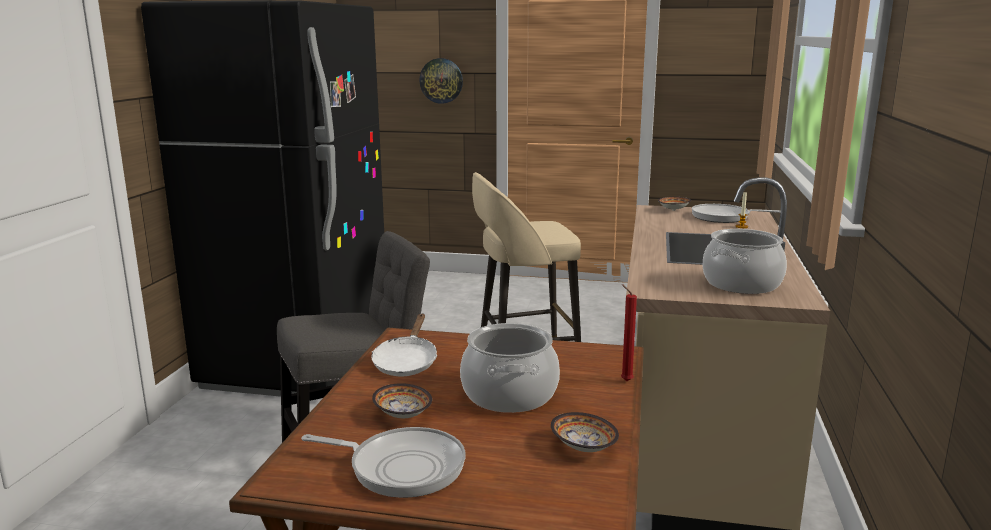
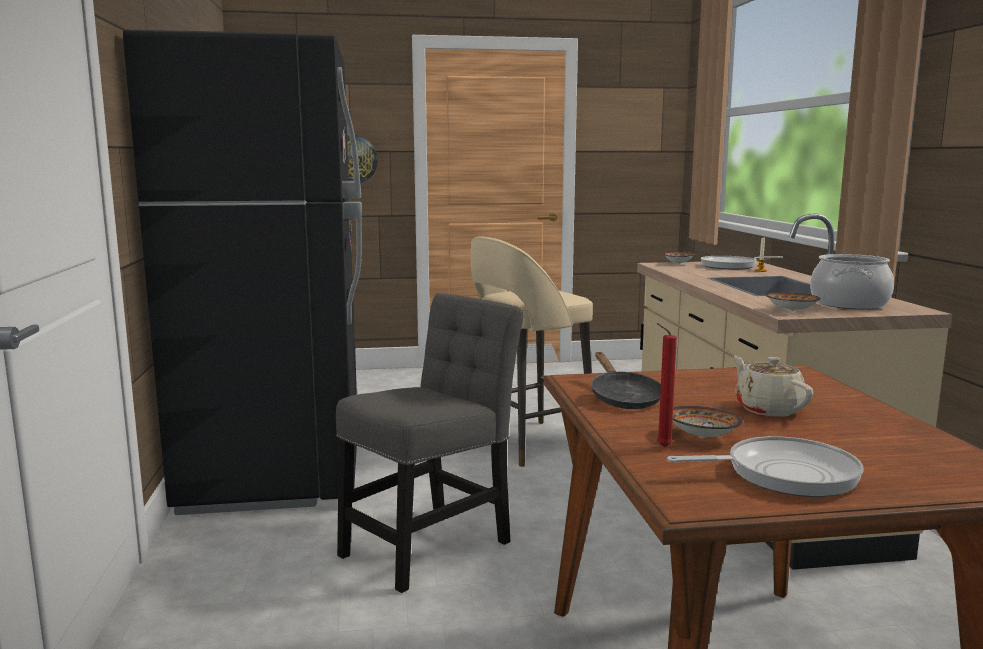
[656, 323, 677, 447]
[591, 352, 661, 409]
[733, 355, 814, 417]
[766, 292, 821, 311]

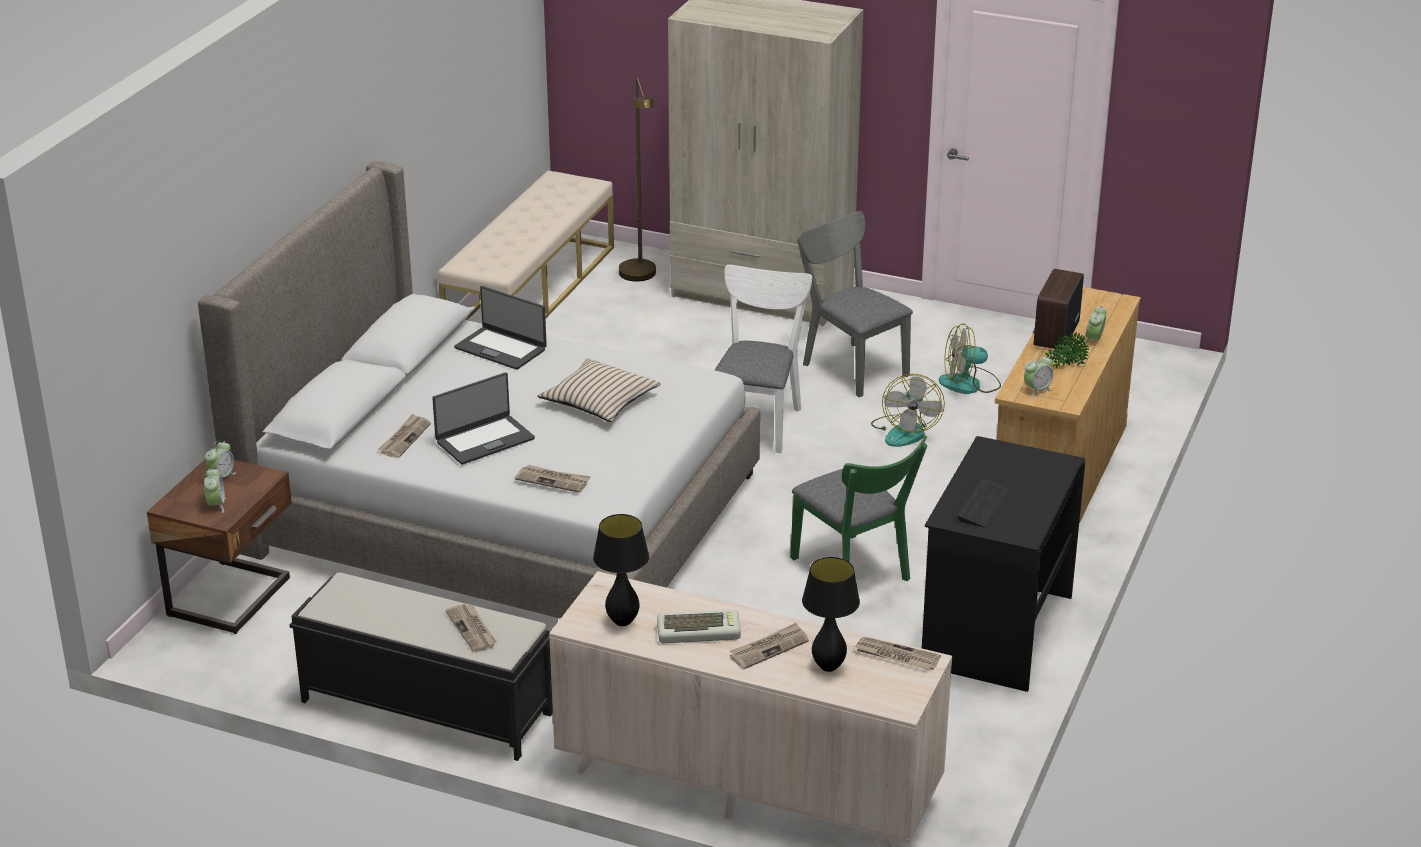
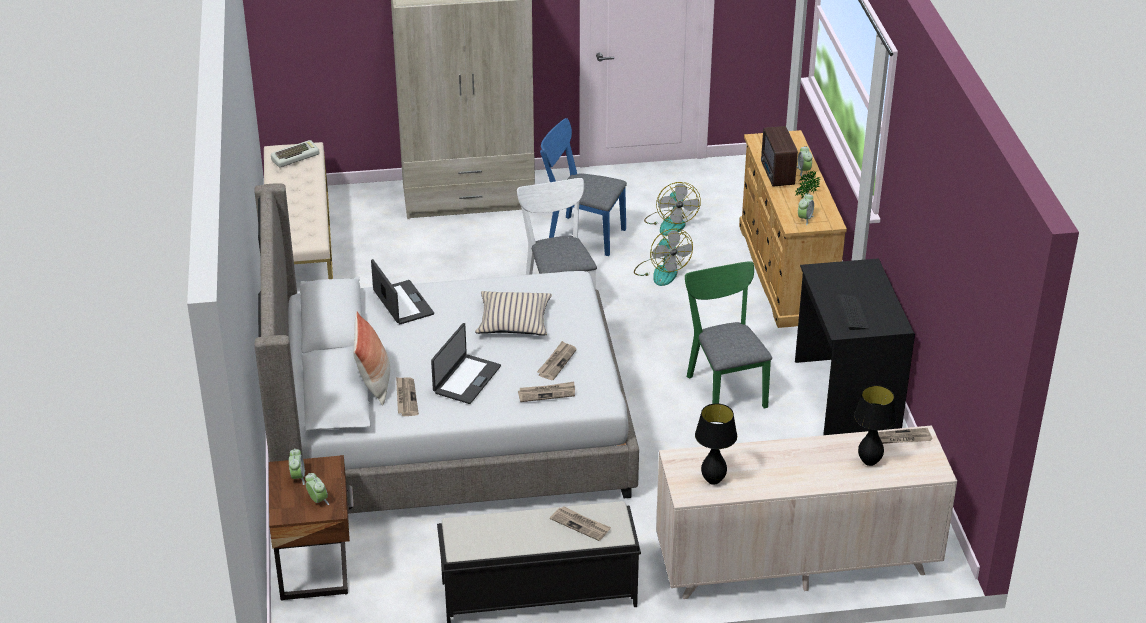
[619, 78, 656, 282] (first image)
[540, 118, 627, 256]
[371, 259, 434, 324]
[644, 182, 701, 236]
[685, 261, 772, 409]
[271, 140, 319, 167]
[537, 341, 577, 380]
[353, 311, 390, 405]

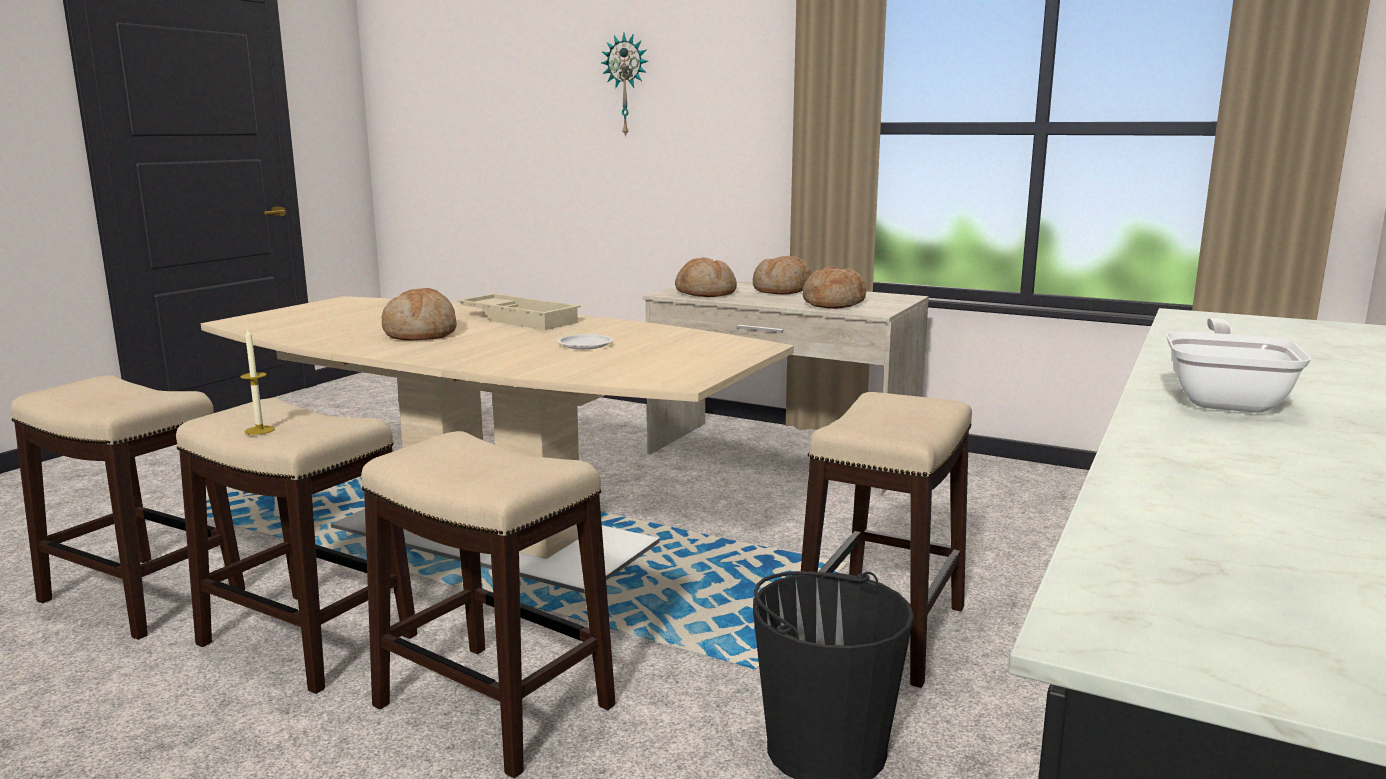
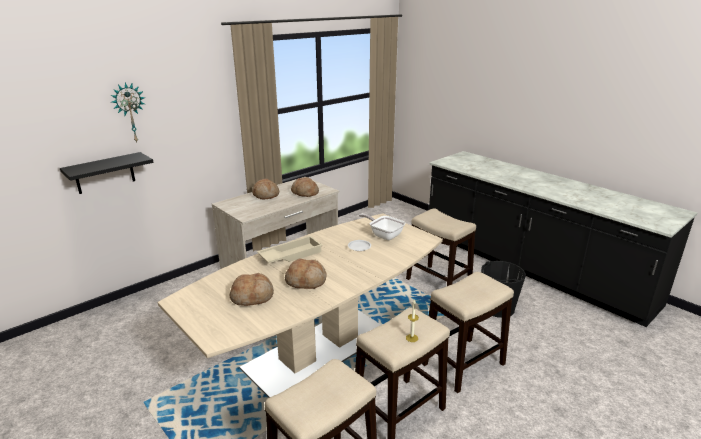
[230, 273, 274, 306]
[359, 213, 405, 240]
[60, 152, 153, 194]

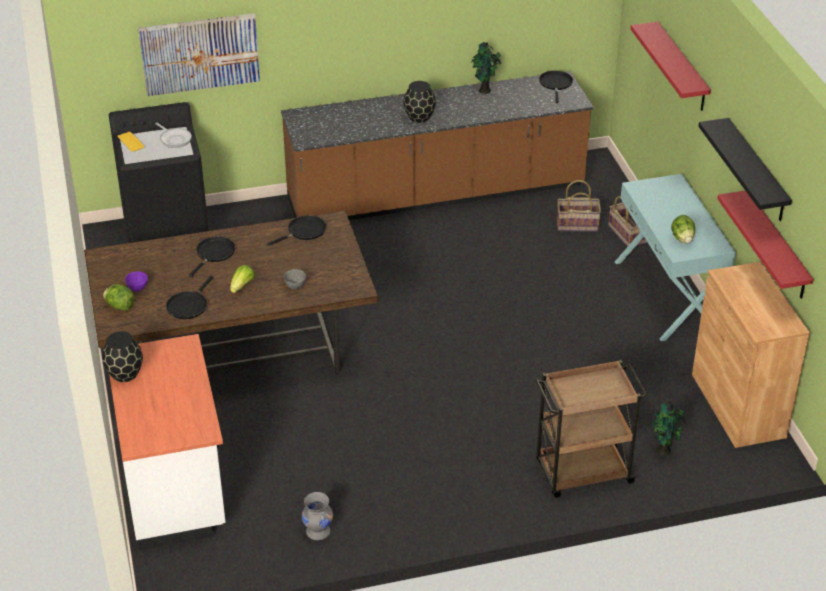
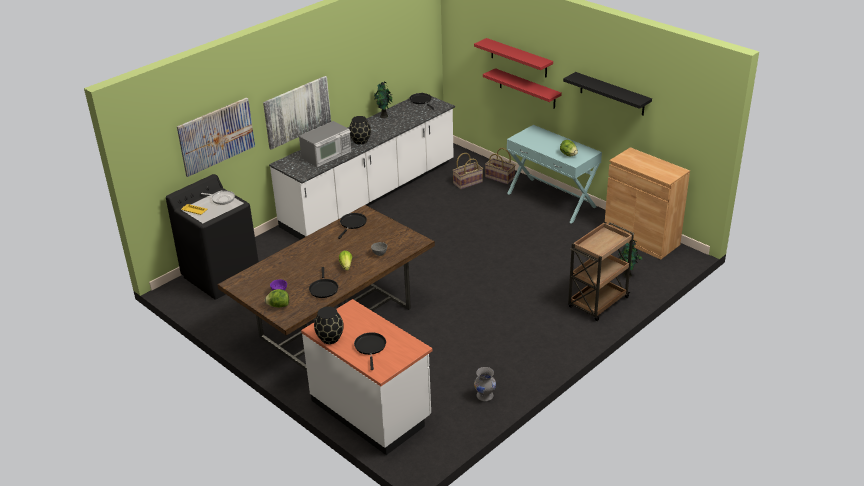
[269, 92, 455, 240]
[483, 68, 562, 109]
[354, 332, 386, 370]
[263, 76, 331, 150]
[299, 121, 351, 167]

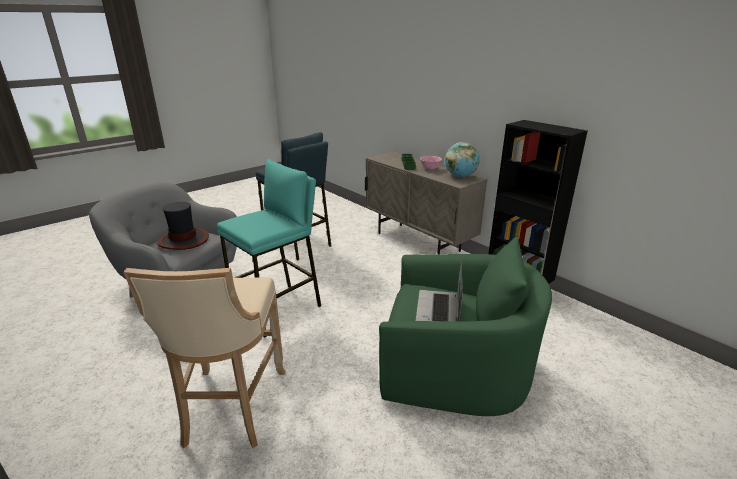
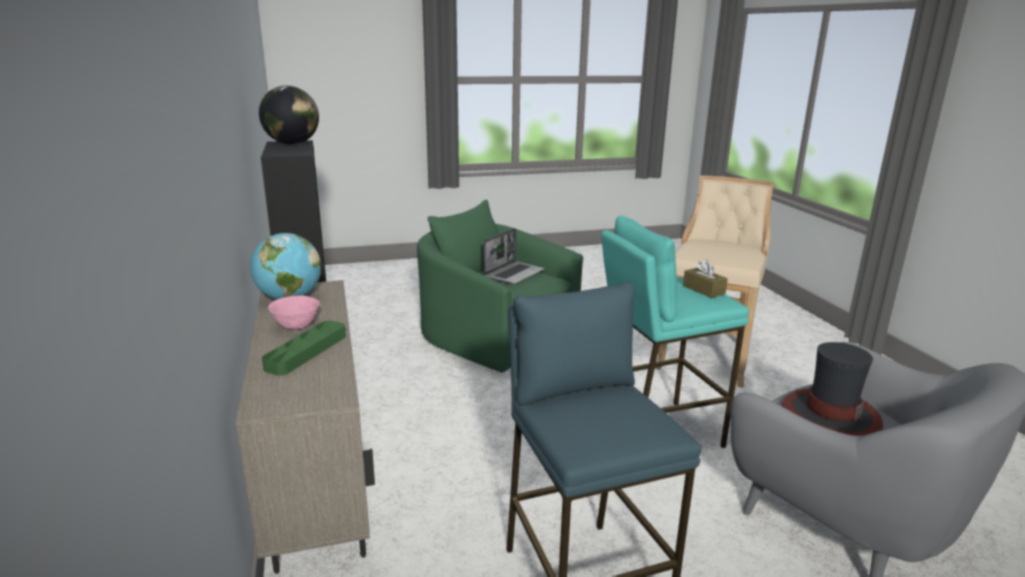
[259, 86, 319, 145]
[683, 259, 728, 298]

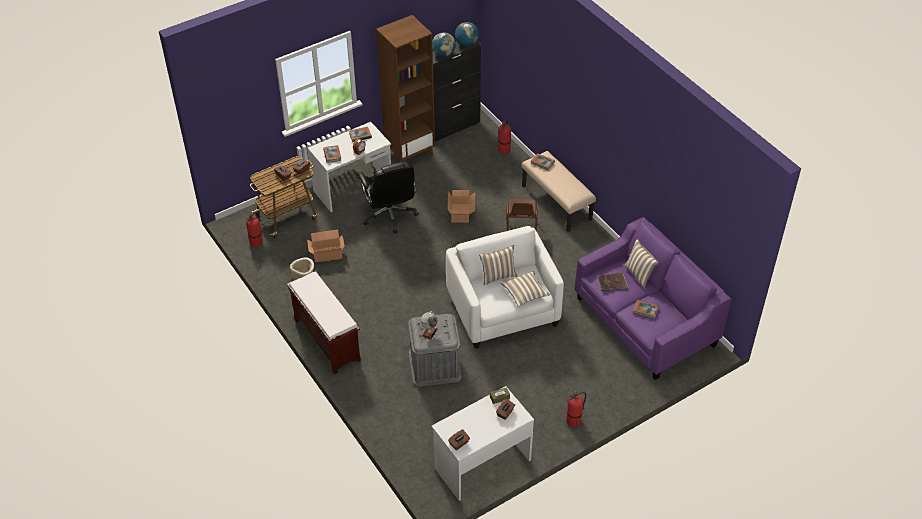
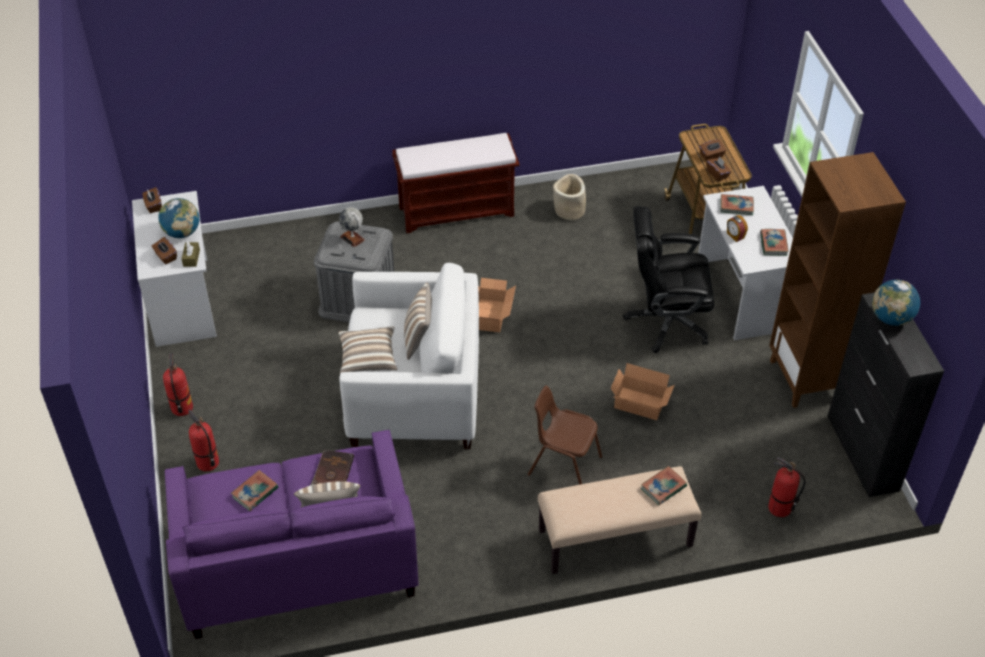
[158, 198, 199, 238]
[188, 410, 219, 471]
[478, 278, 516, 332]

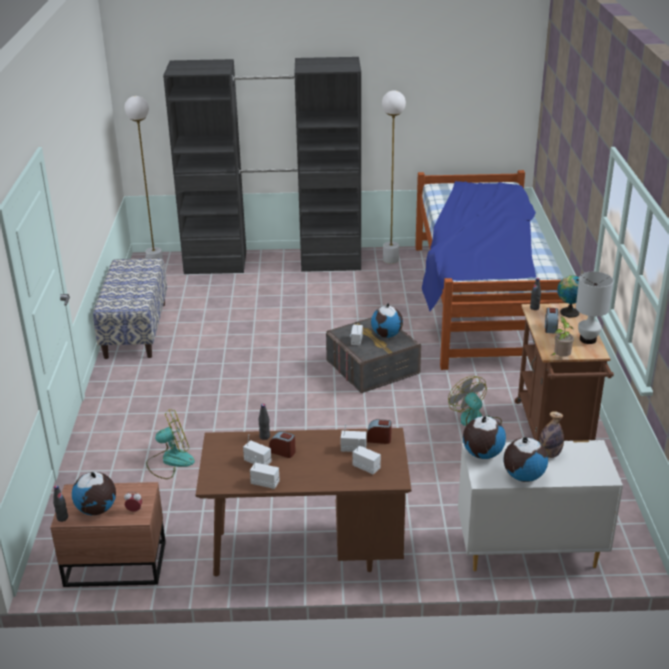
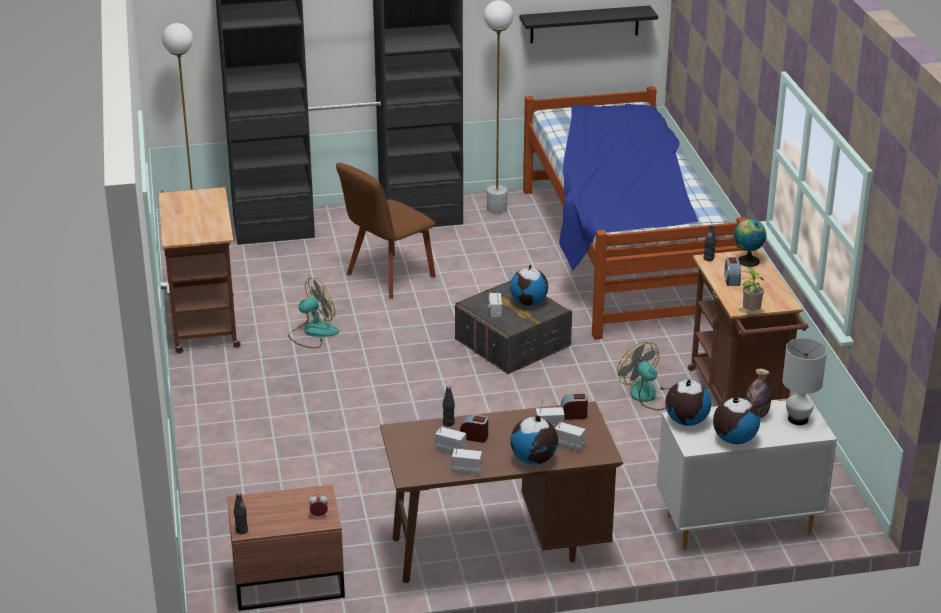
[158, 185, 241, 354]
[782, 338, 827, 425]
[288, 277, 339, 348]
[511, 415, 558, 464]
[520, 6, 658, 43]
[336, 163, 436, 299]

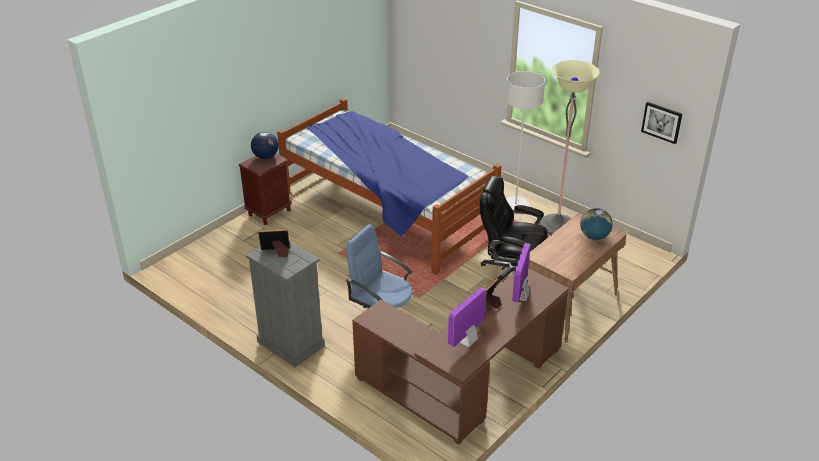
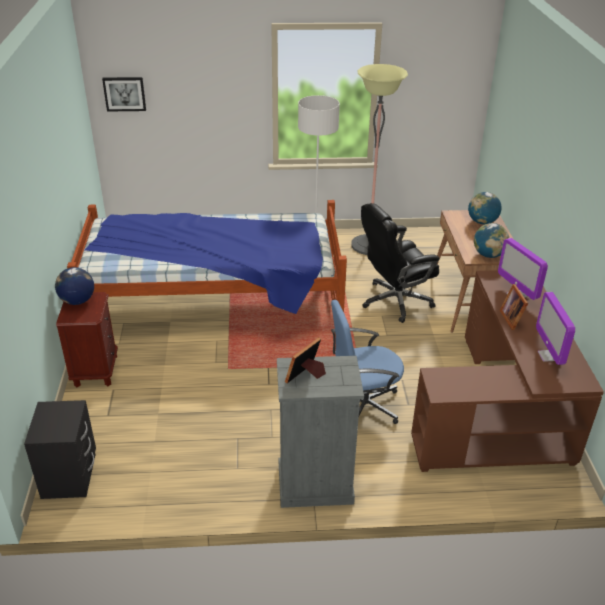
[102, 77, 146, 112]
[474, 223, 509, 258]
[24, 400, 96, 499]

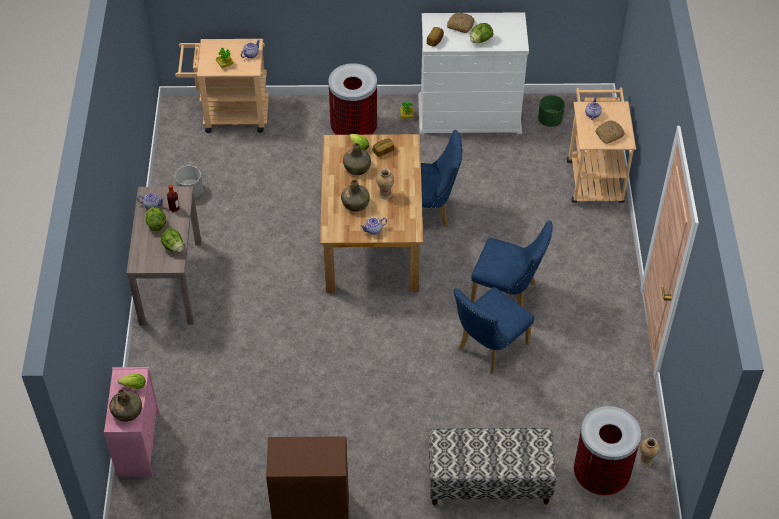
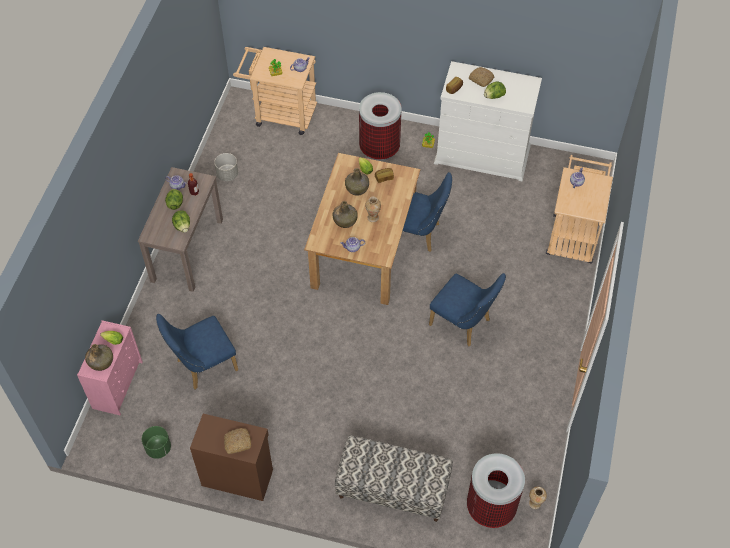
[142, 426, 171, 459]
[224, 428, 251, 454]
[156, 314, 238, 390]

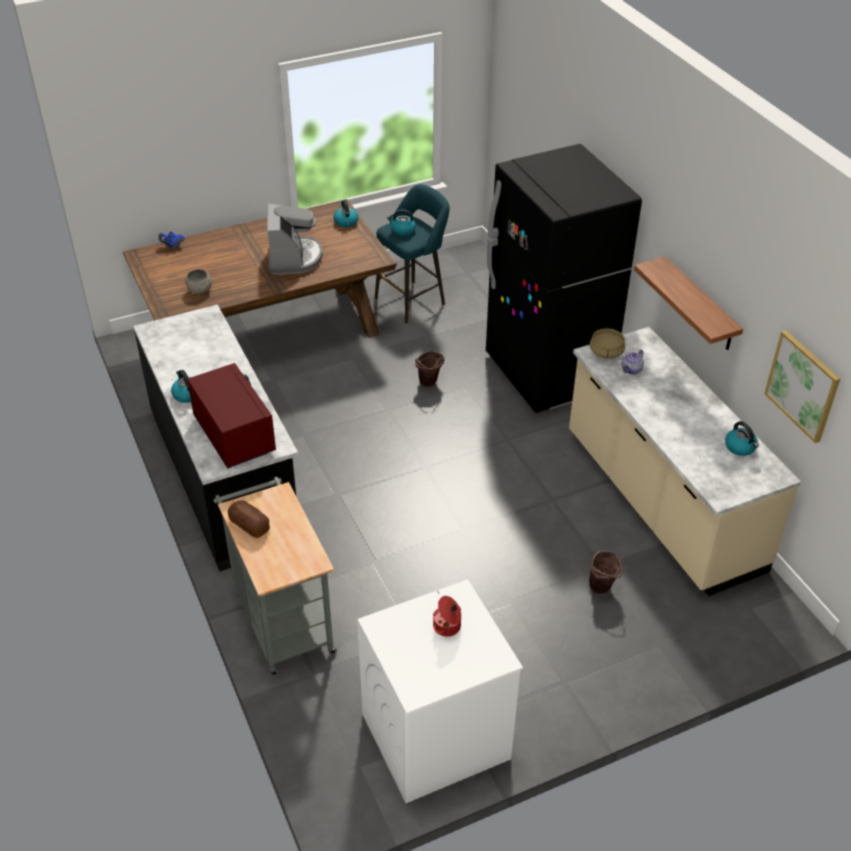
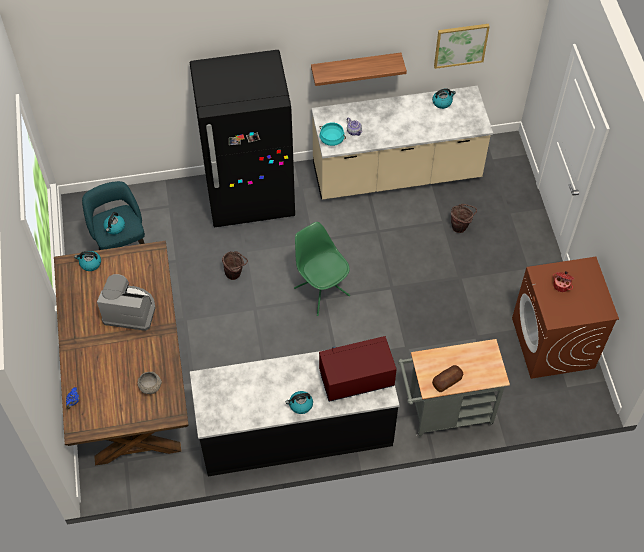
[320, 122, 346, 146]
[512, 257, 619, 379]
[294, 222, 350, 316]

